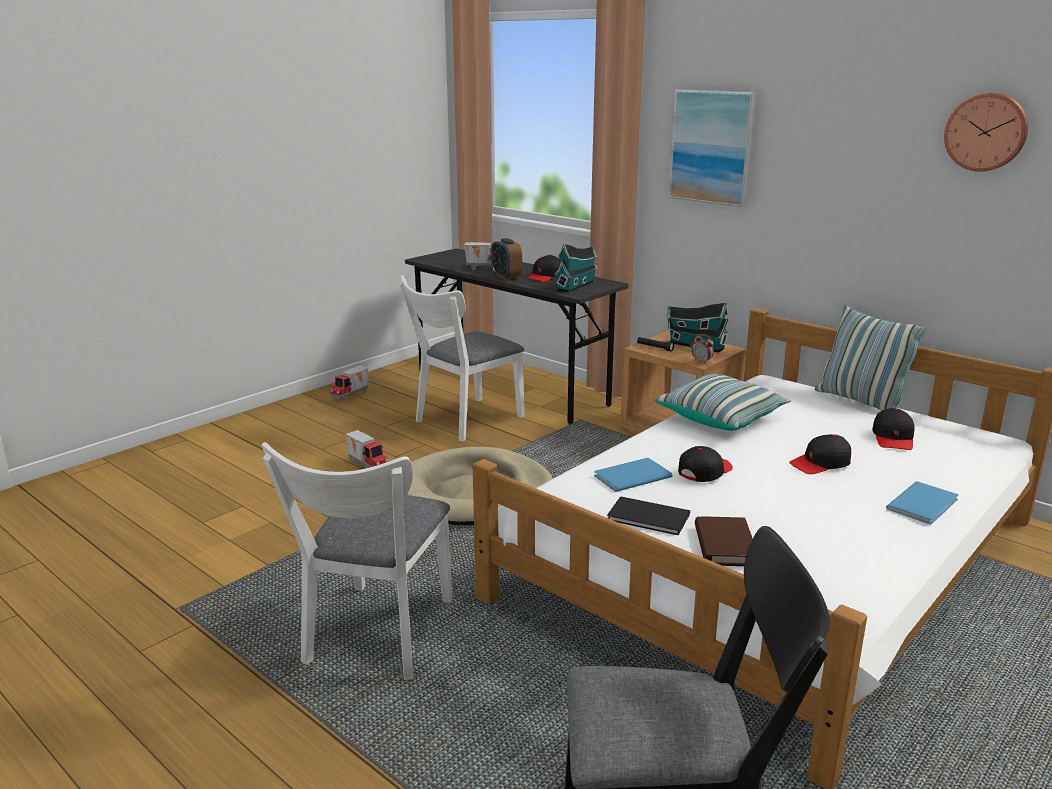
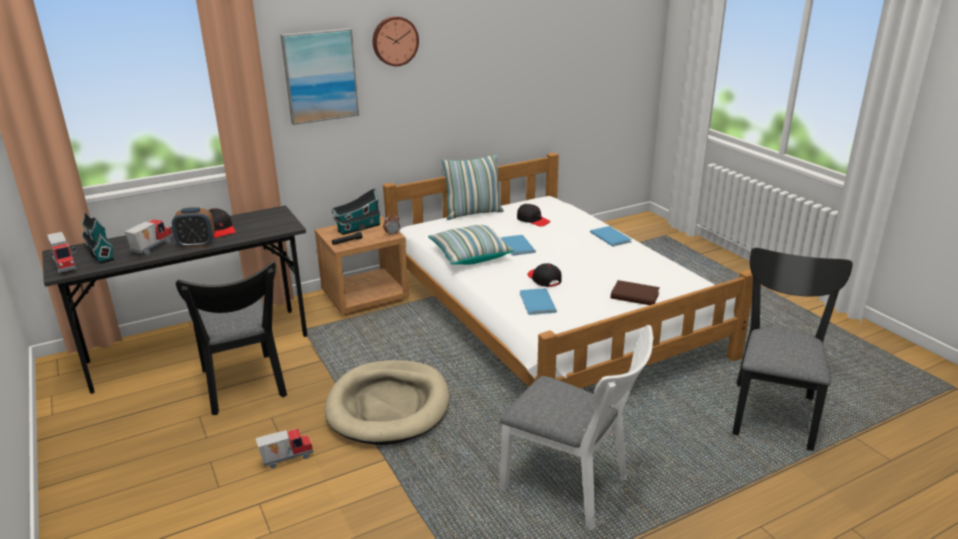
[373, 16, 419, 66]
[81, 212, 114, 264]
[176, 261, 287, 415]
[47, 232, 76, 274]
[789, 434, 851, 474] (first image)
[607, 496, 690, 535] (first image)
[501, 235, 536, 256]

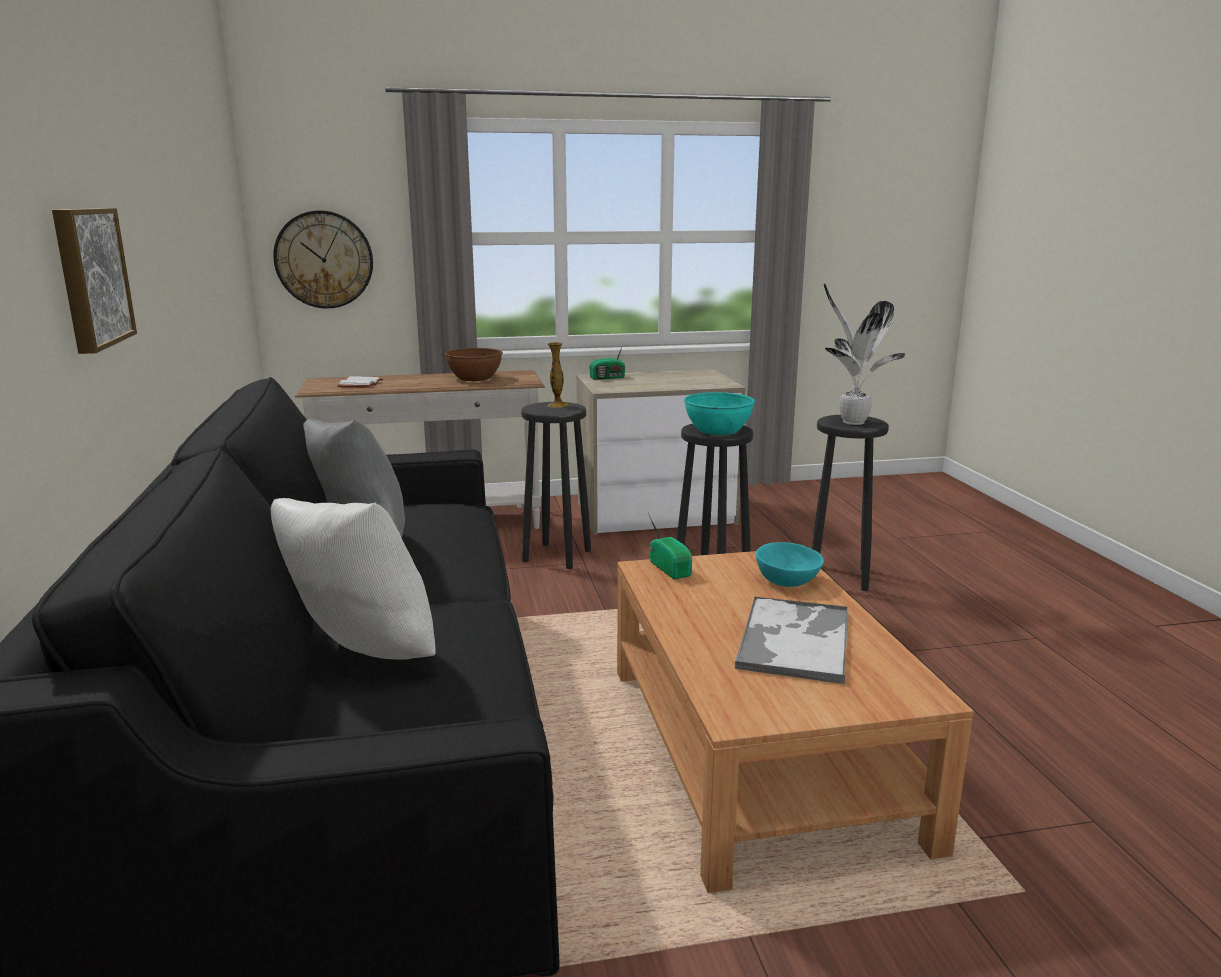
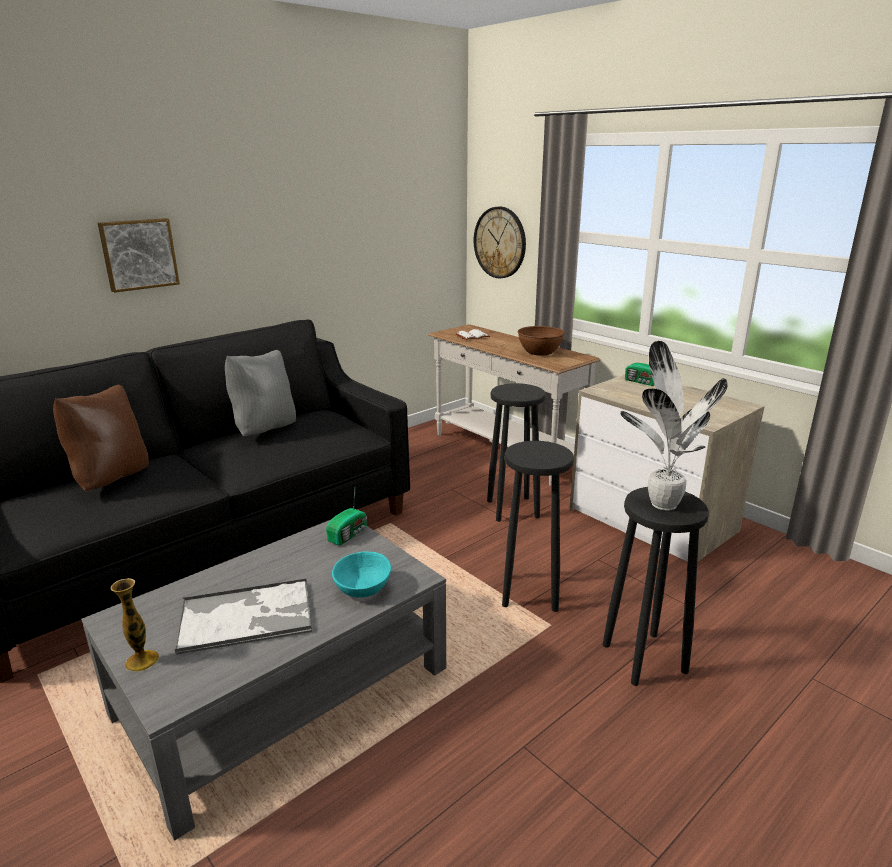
[110, 578, 159, 672]
[684, 392, 755, 435] (first image)
[53, 385, 149, 491]
[81, 520, 446, 841]

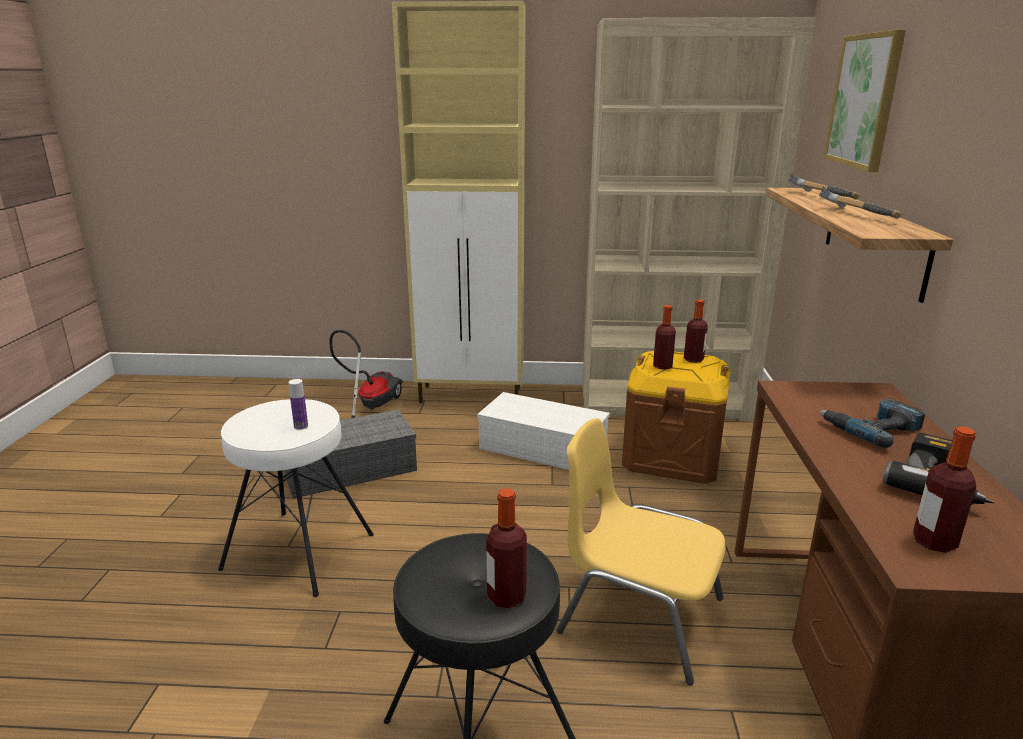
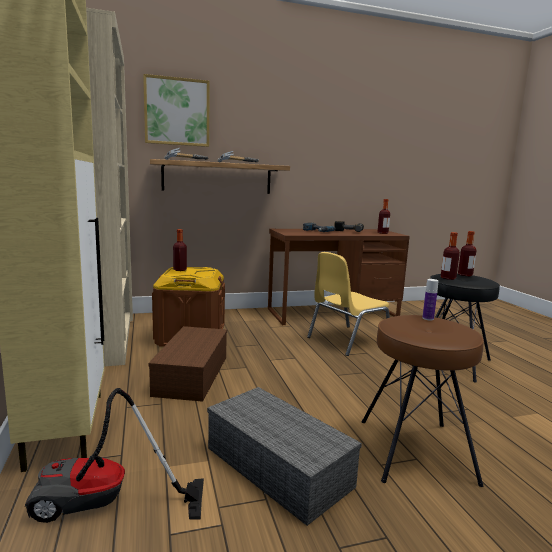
[441, 232, 460, 280]
[149, 326, 227, 402]
[362, 315, 484, 487]
[307, 252, 390, 356]

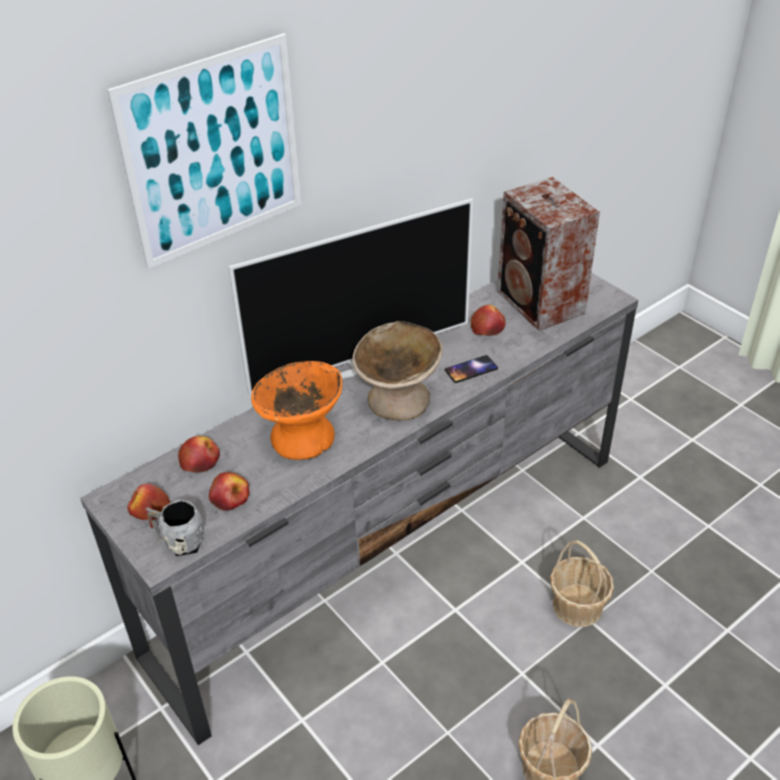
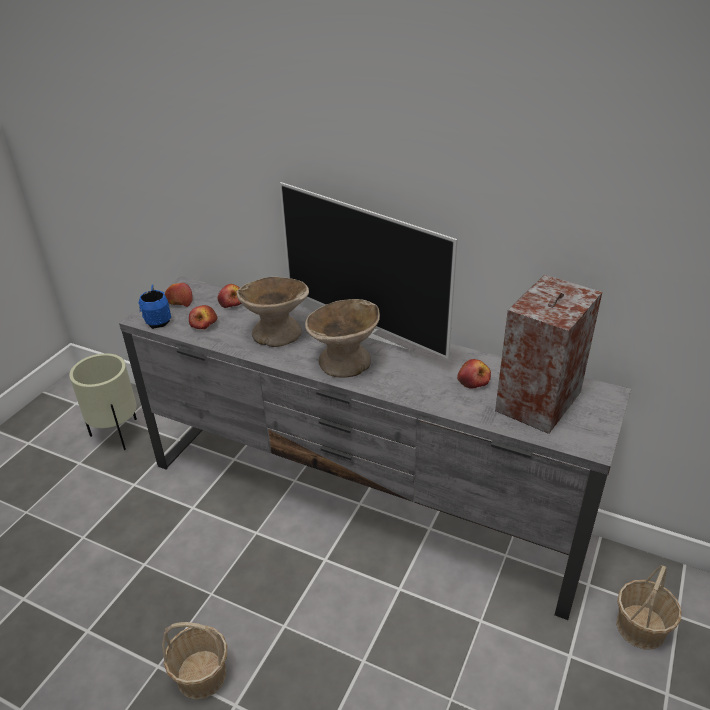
[107, 33, 301, 269] (first image)
[445, 355, 498, 383] (first image)
[236, 277, 309, 347]
[138, 285, 171, 329]
[616, 565, 681, 649]

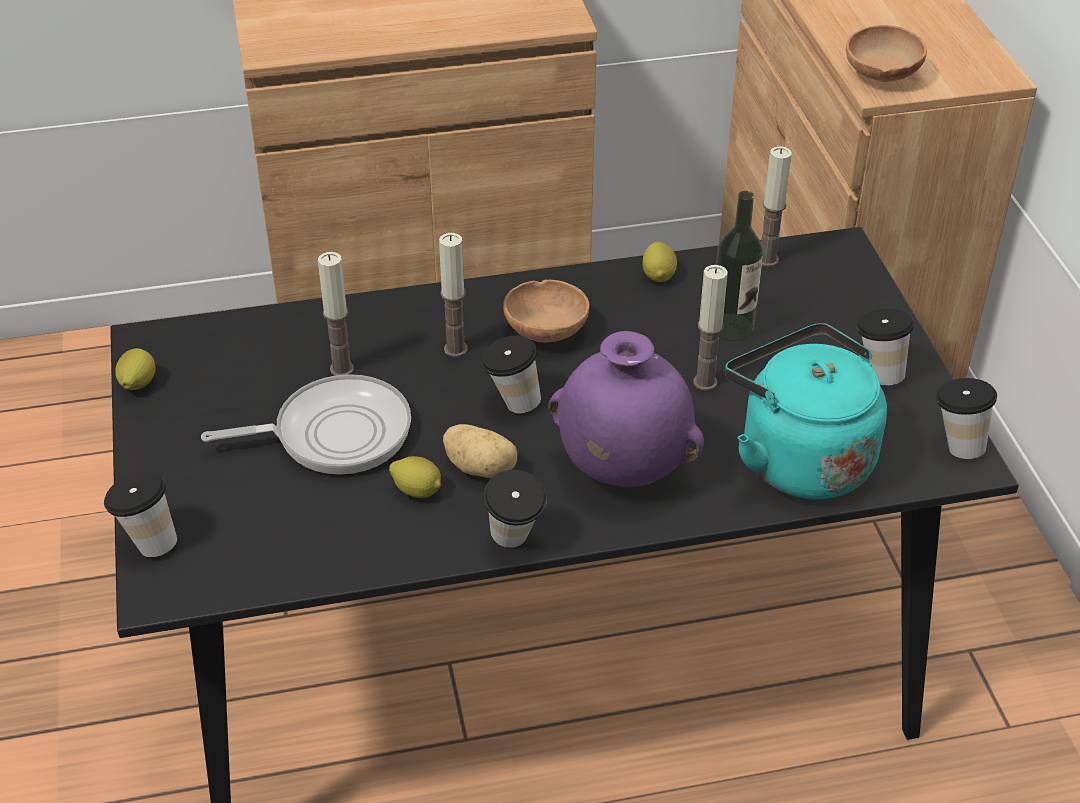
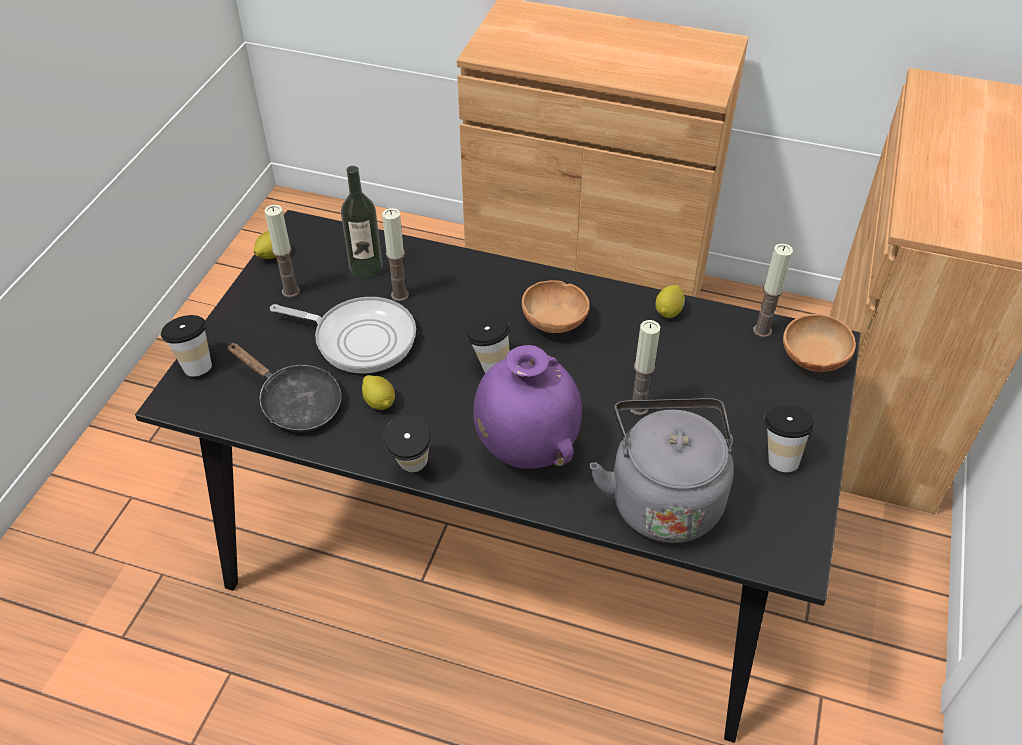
[783, 314, 856, 372]
[341, 166, 383, 279]
[264, 205, 300, 298]
[590, 398, 734, 543]
[936, 378, 997, 459] (first image)
[443, 424, 517, 478] (first image)
[227, 343, 342, 432]

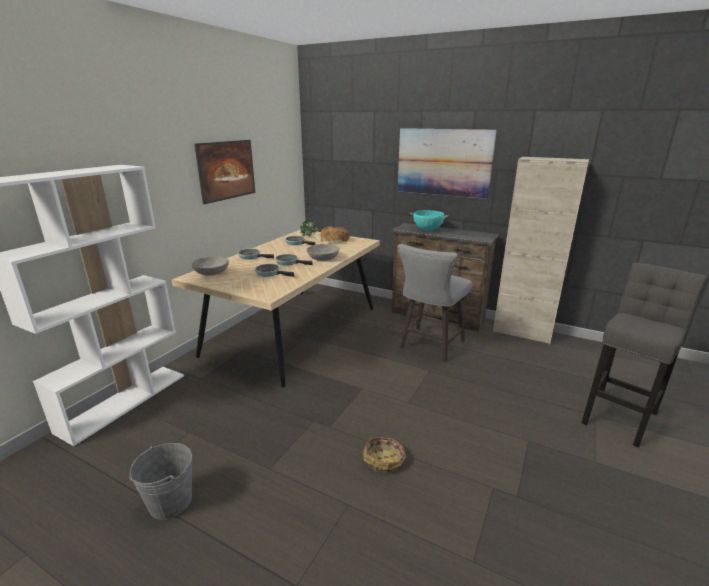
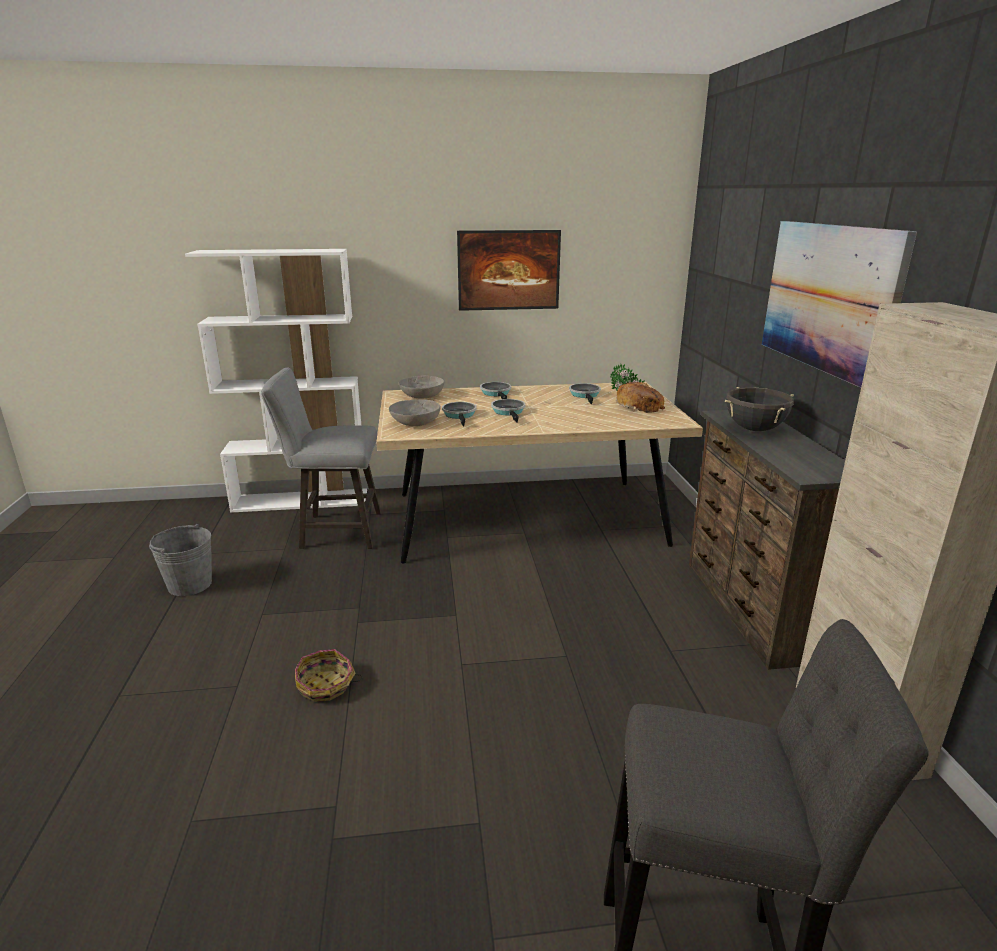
[725, 387, 794, 431]
[389, 399, 441, 426]
[261, 368, 381, 549]

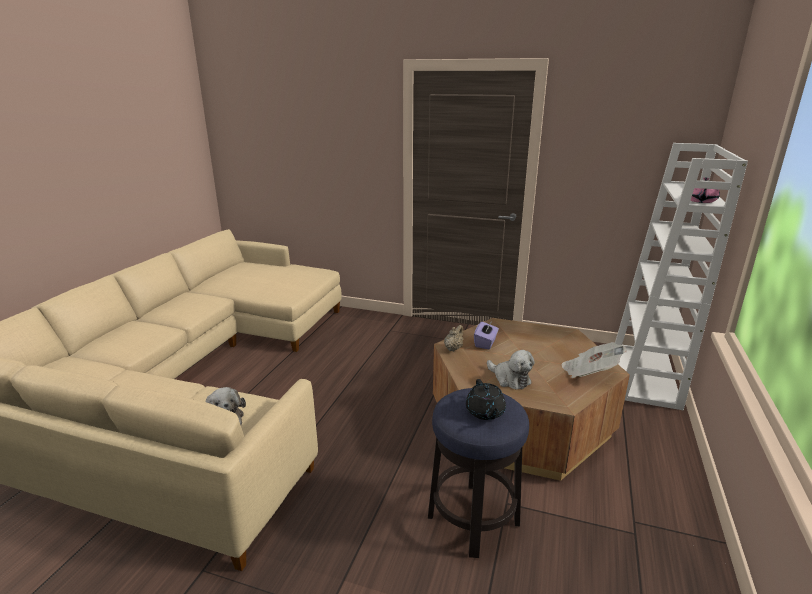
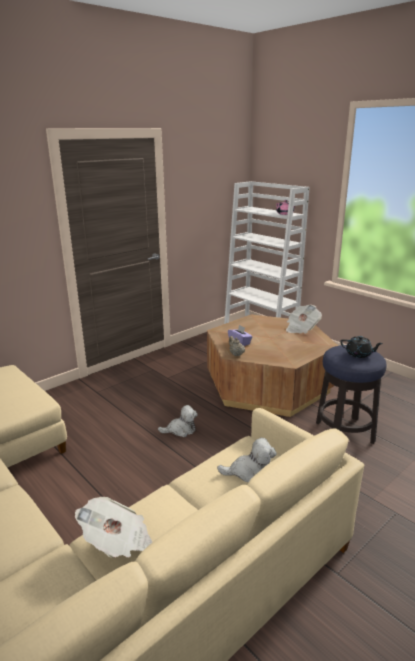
[158, 405, 198, 437]
[75, 497, 152, 558]

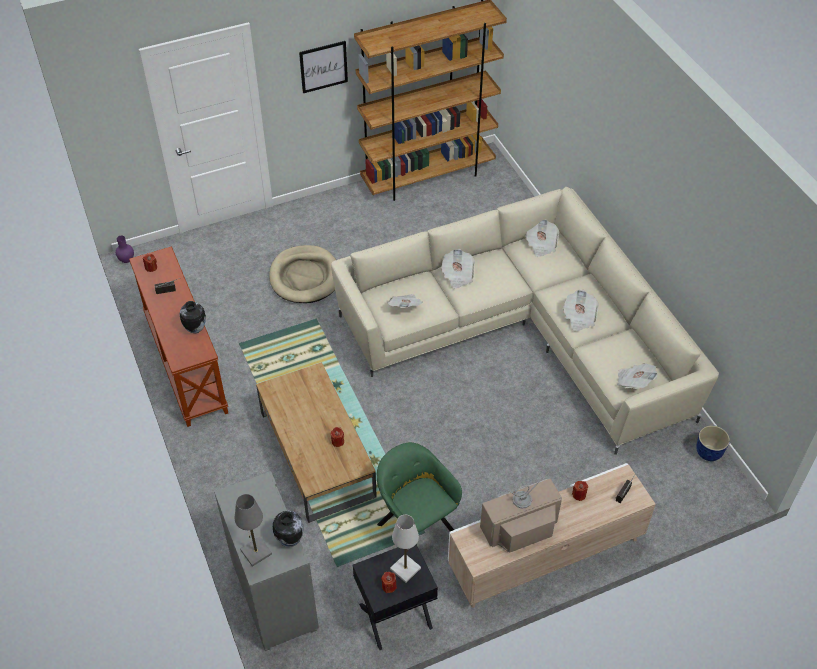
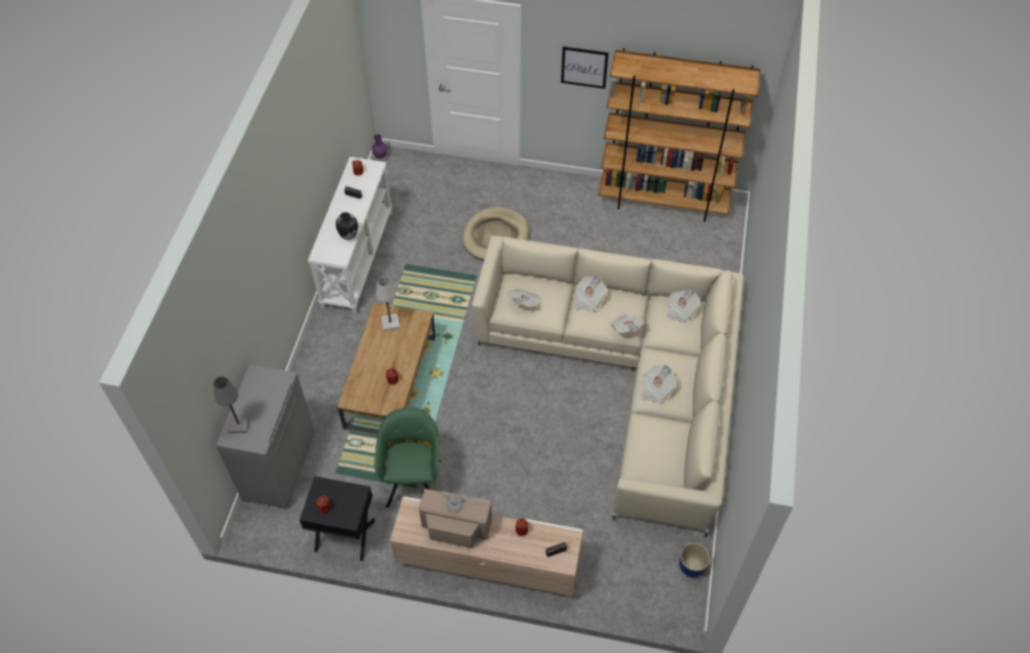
[308, 157, 392, 314]
[610, 313, 645, 333]
[273, 511, 304, 547] (first image)
[376, 276, 400, 331]

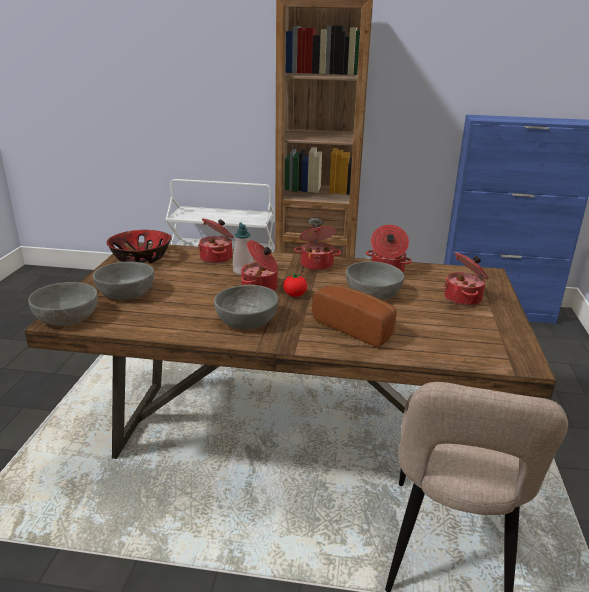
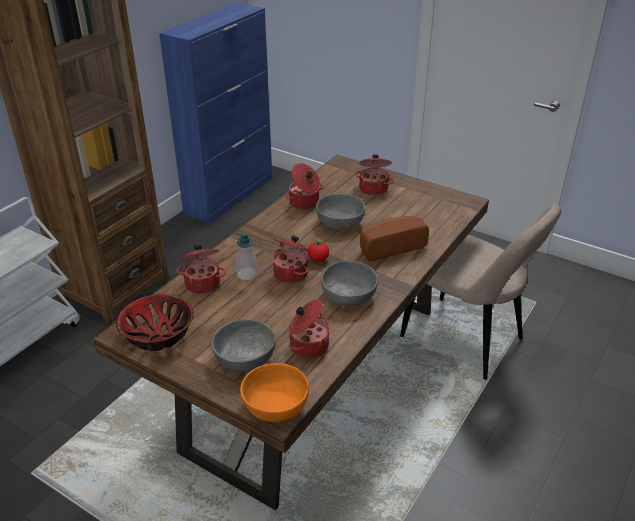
[289, 299, 329, 358]
[240, 363, 309, 422]

